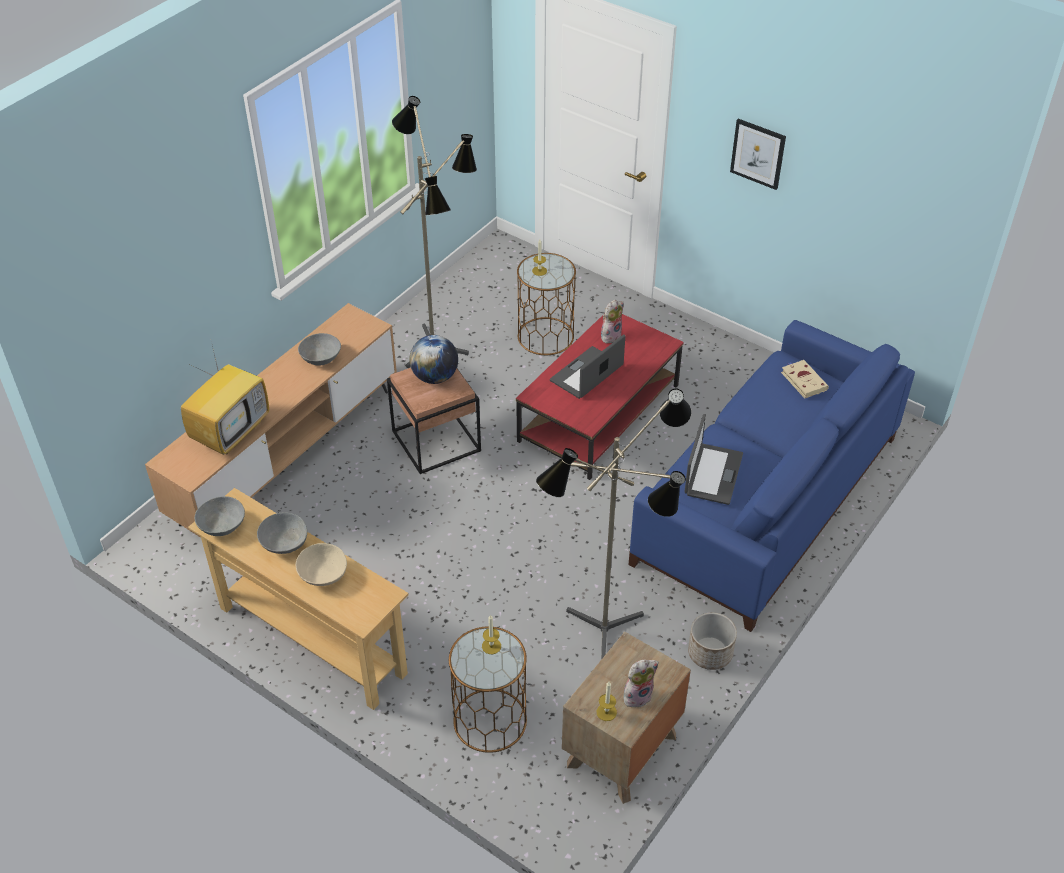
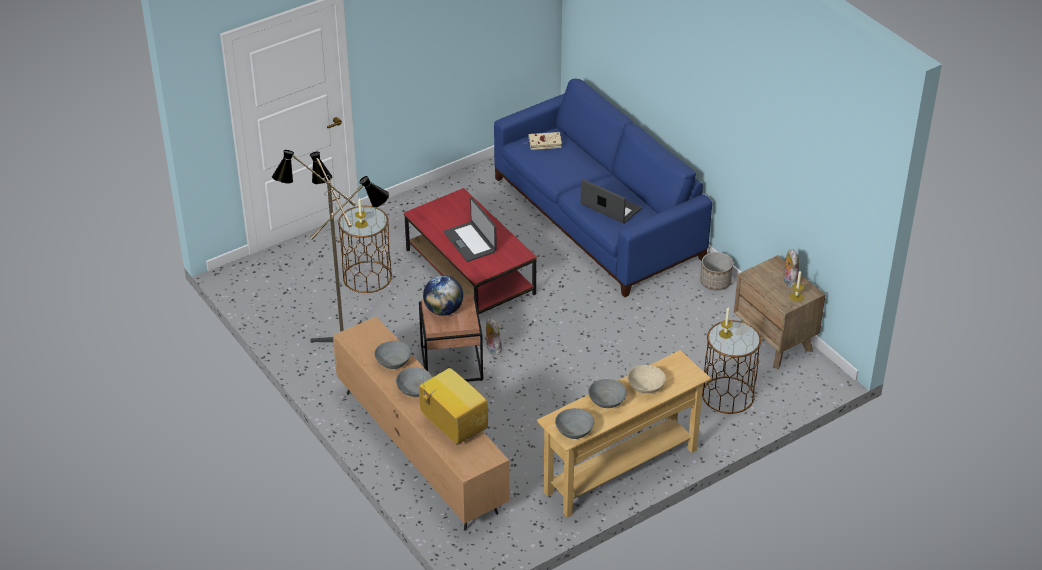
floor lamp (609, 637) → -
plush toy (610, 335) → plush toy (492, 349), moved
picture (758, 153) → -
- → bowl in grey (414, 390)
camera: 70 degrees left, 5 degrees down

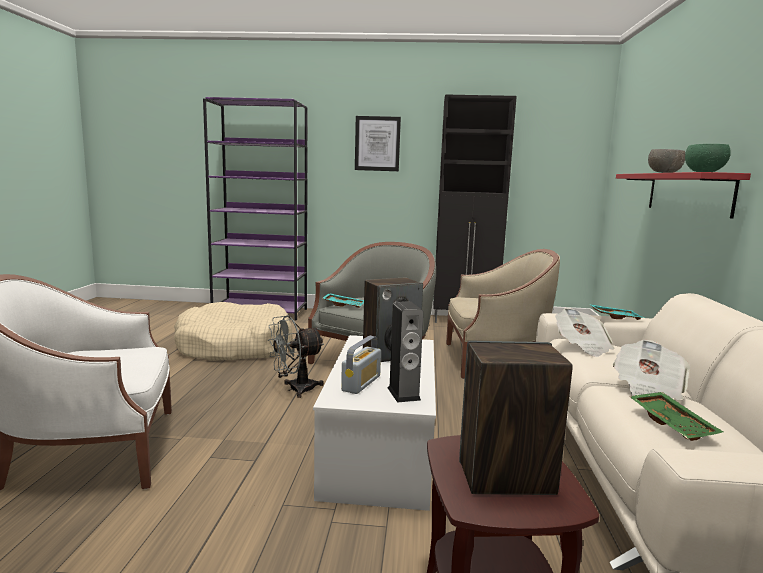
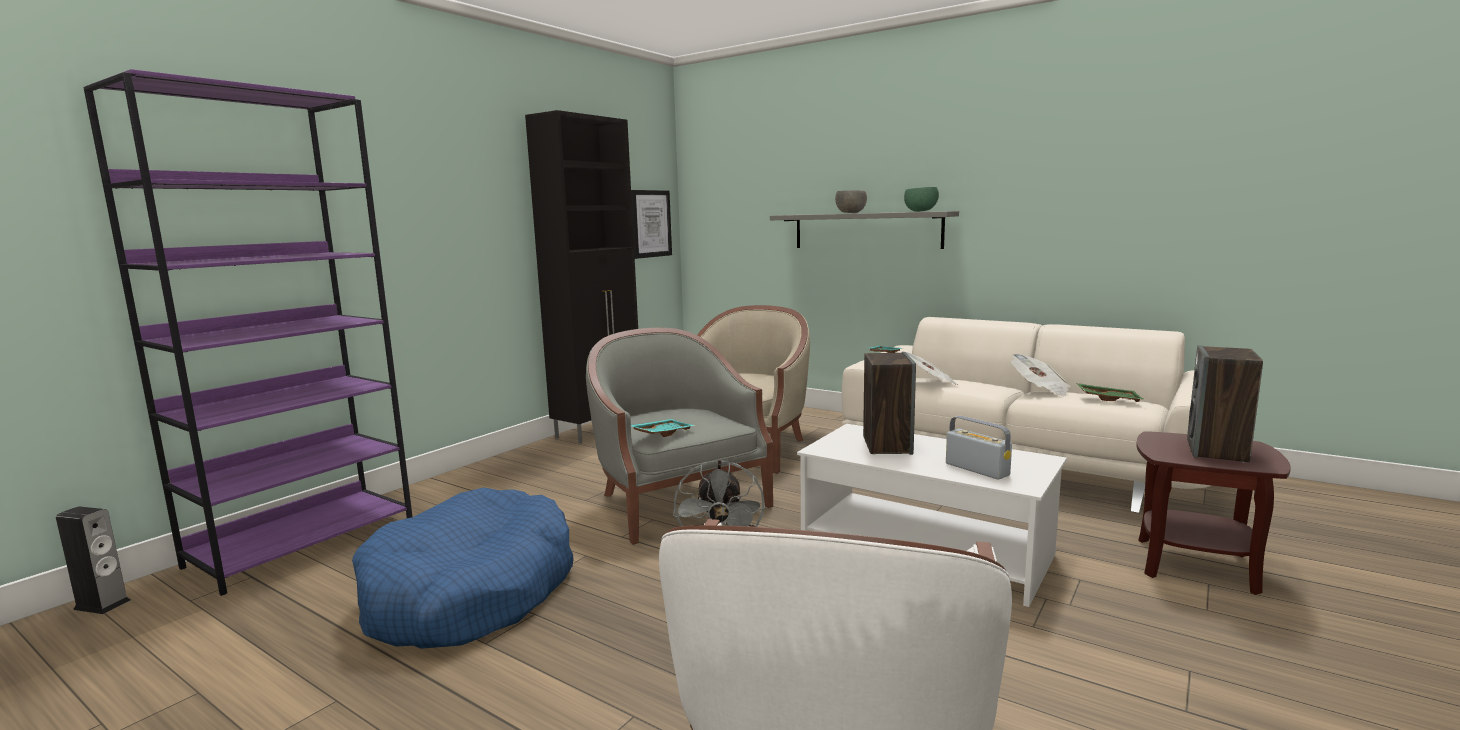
dog bed in beige (235, 346) → dog bed in blue (470, 592)
picture (377, 143) → picture (651, 223), moved
speaker (403, 394) → speaker (102, 604), moved
shelf in red (687, 193) → shelf in grey (866, 230)
camera: 60 degrees left, 0 degrees up

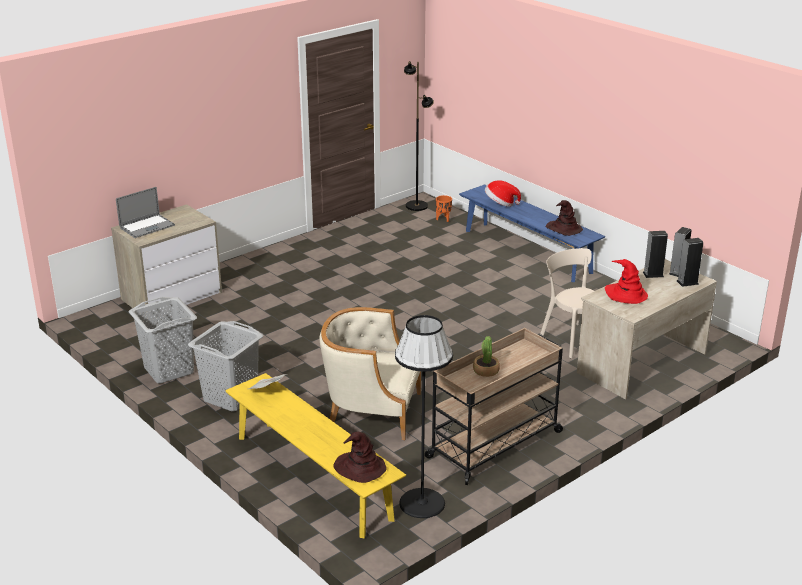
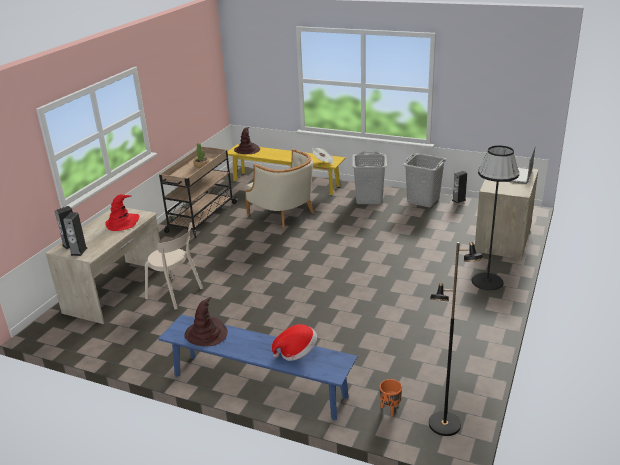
armchair in beige (372, 411) → armchair in beige (283, 213), 60 degrees clockwise
floor lamp in black (422, 503) → floor lamp in black (487, 281), moved
speaker (653, 274) → speaker (459, 200), moved
camera: 155 degrees right, 0 degrees up

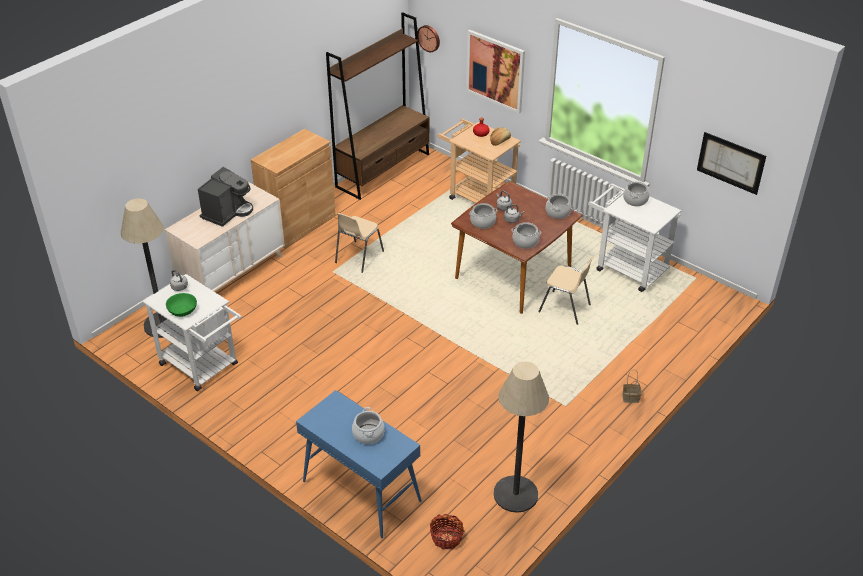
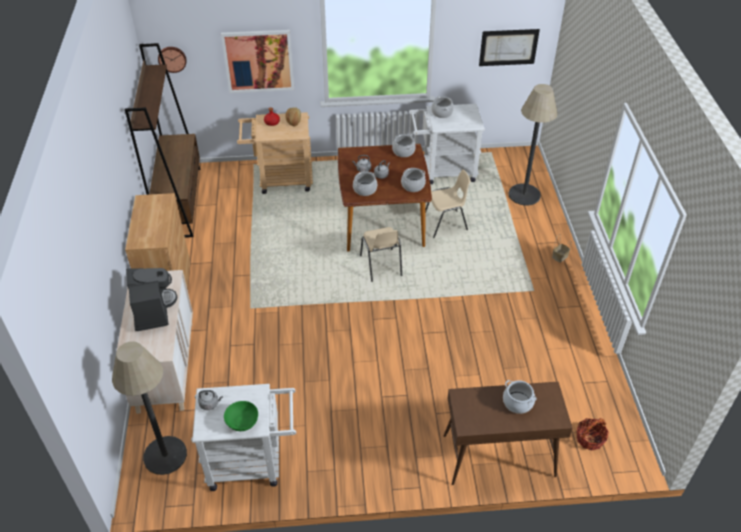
console table in blue (360, 491) → console table in brown (498, 456)
chair in beige (358, 257) → chair in beige (381, 266), moved
floor lamp (515, 494) → floor lamp (524, 195), moved
camera: 45 degrees left, 5 degrees up

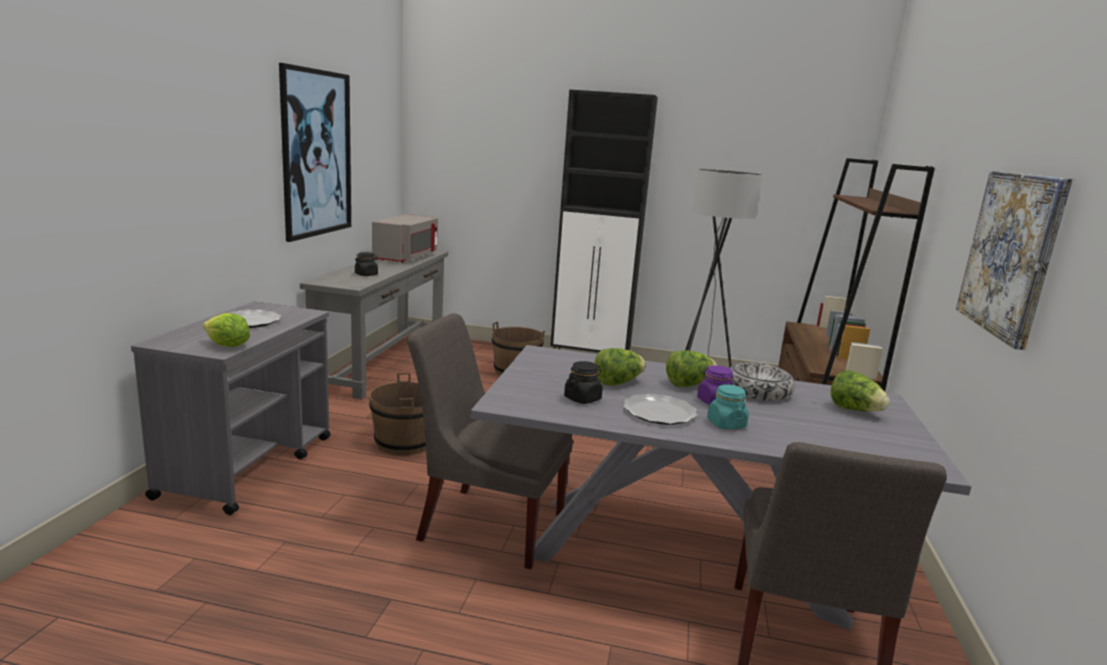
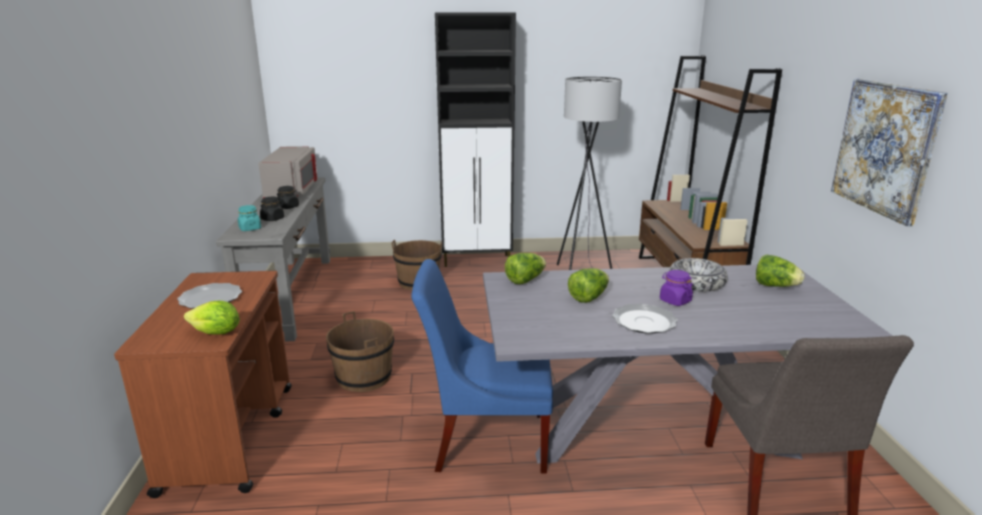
cart in grey (249, 465) → cart in brown (230, 436)
picture (317, 154) → -
chair in grey (486, 524) → chair in blue (485, 440)
jar in black (582, 398) → jar in black (288, 207), moved
lettuce (689, 385) → lettuce (525, 280), moved
jar in turquoise (726, 424) → jar in turquoise (250, 228), moved
camera: 15 degrees left, 5 degrees up

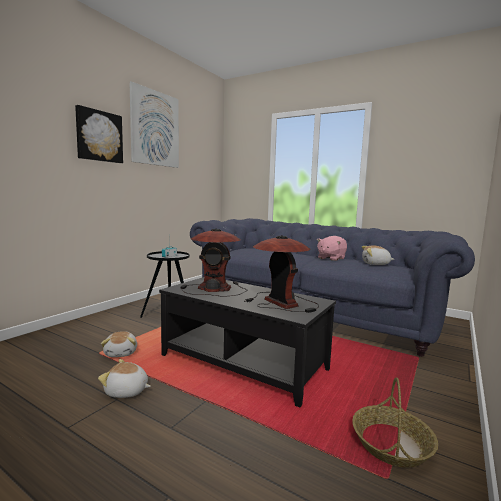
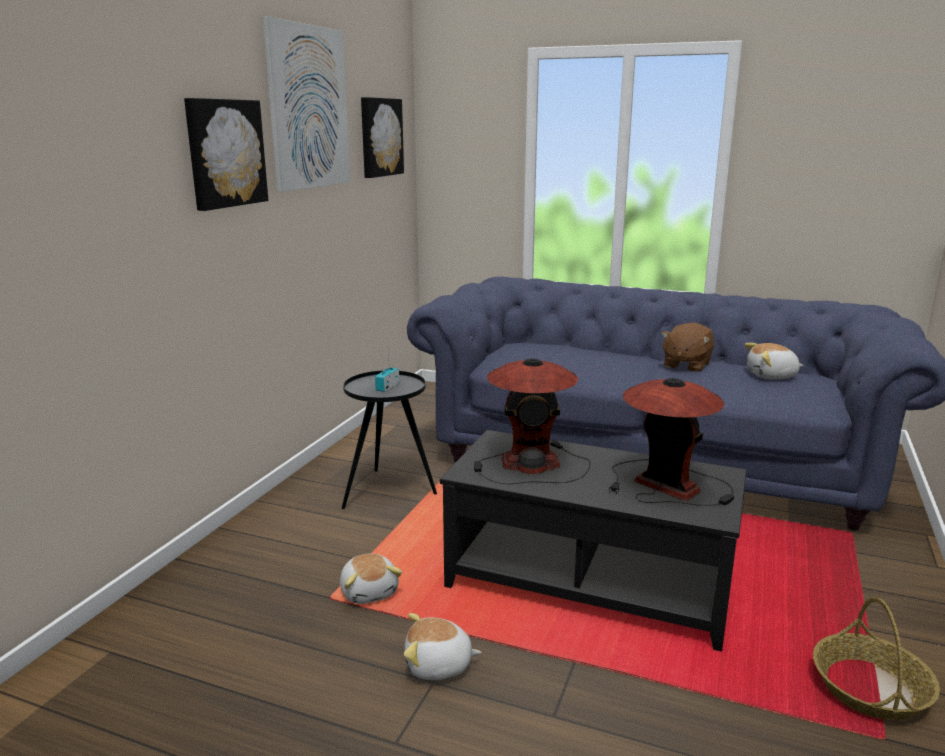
plush toy in pink (331, 258) → plush toy in brown (686, 365)
- → picture (380, 137)
camera: 10 degrees left, 10 degrees up

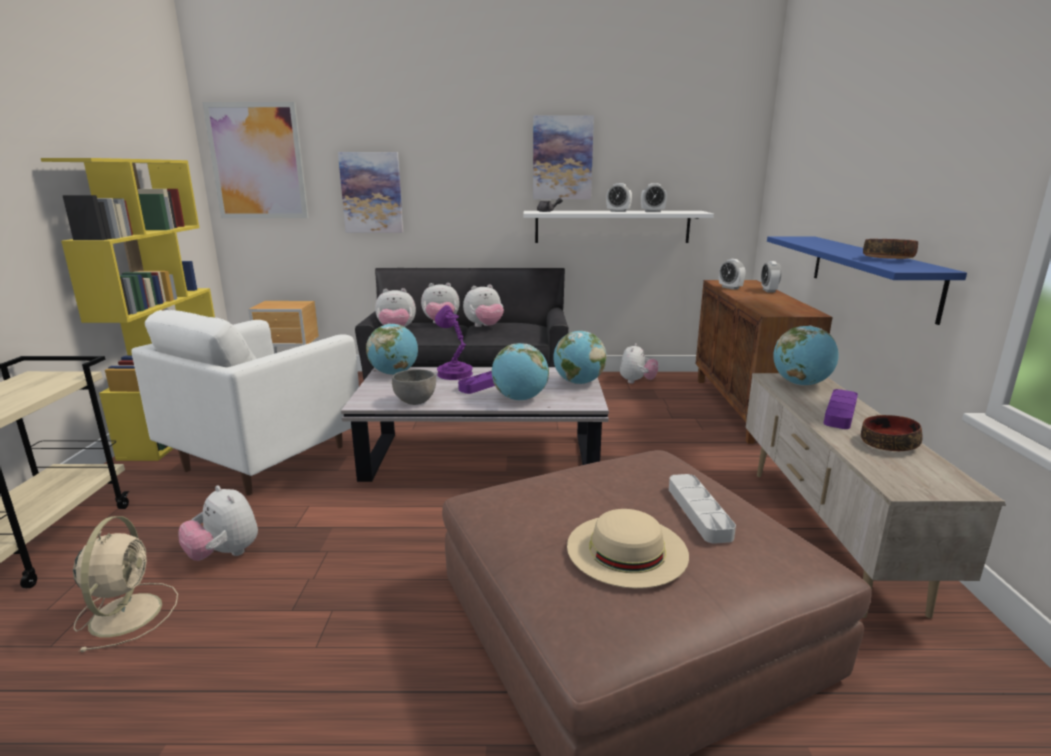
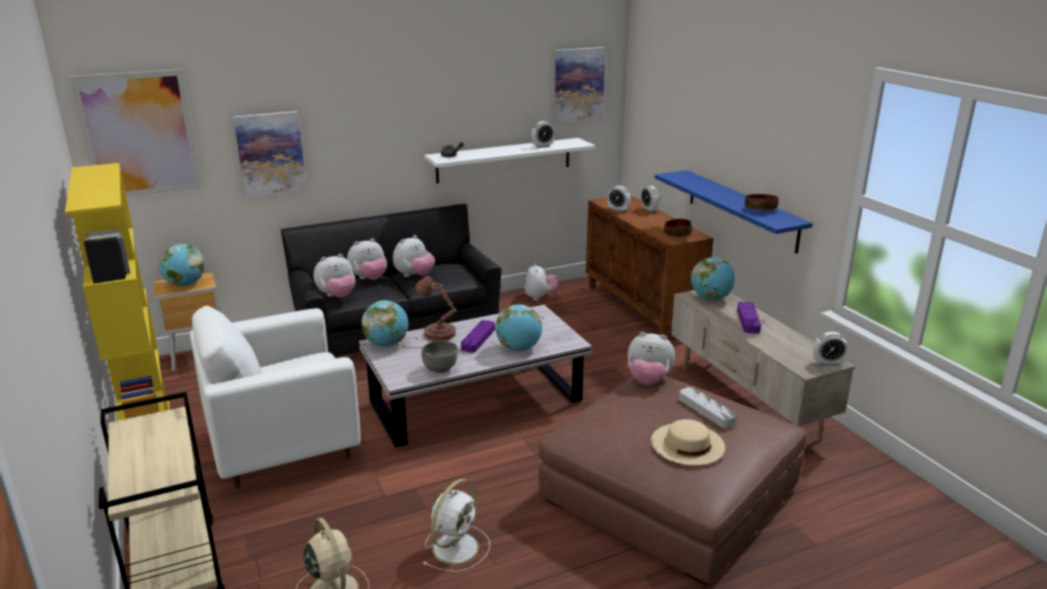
armchair in white (266, 458) → armchair in white (284, 448), 60 degrees clockwise
plush toy (225, 554) → plush toy (648, 381), moved
table lamp in purple (453, 373) → table lamp in brown (437, 333)
picture (562, 158) → picture (578, 84), moved
globe (578, 382) → globe (185, 284), moved
alarm clock (618, 211) → alarm clock (827, 363), moved
bowl (888, 444) → bowl (677, 234), moved
- → fan in white (457, 546)
camera: 25 degrees left, 5 degrees up

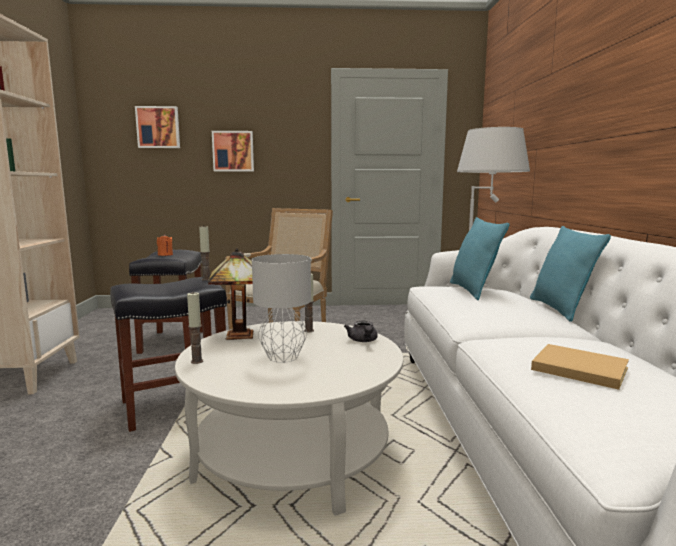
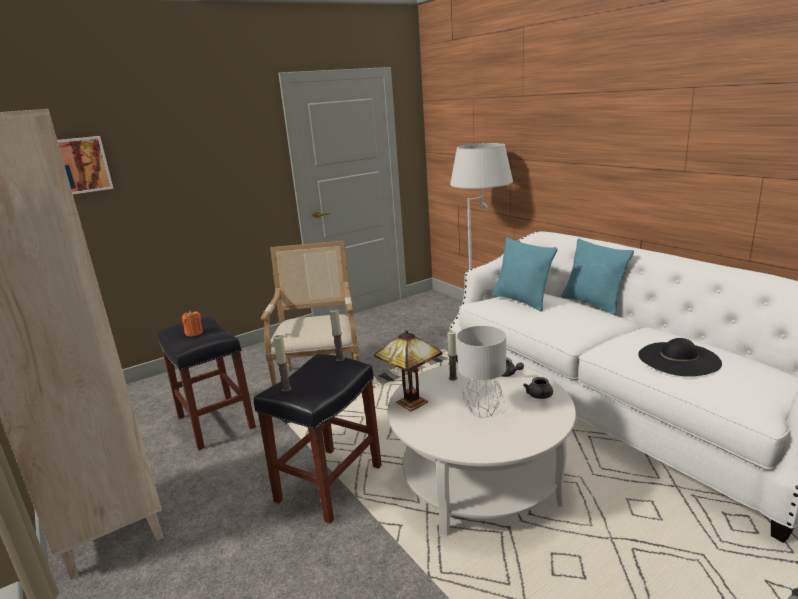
candle (197, 361) → candle (286, 389), moved
picture (233, 151) → -
book in beige (576, 368) → hat in black (678, 359)
- → teapot in grey (540, 396)
camera: 30 degrees left, 10 degrees up

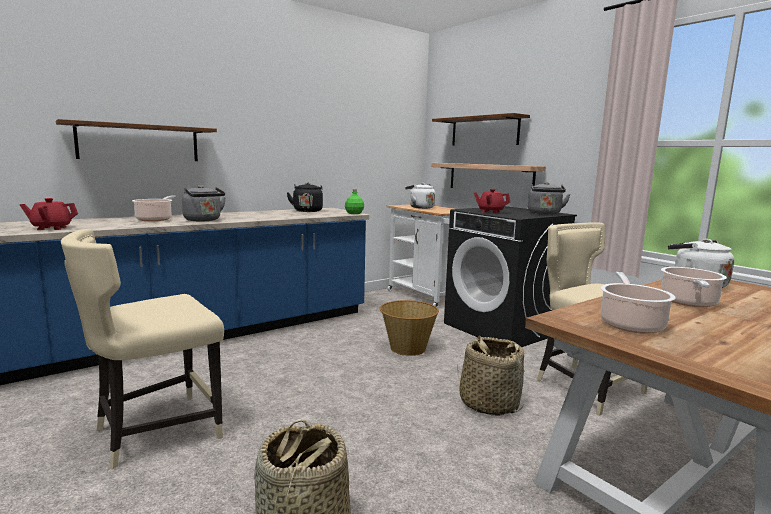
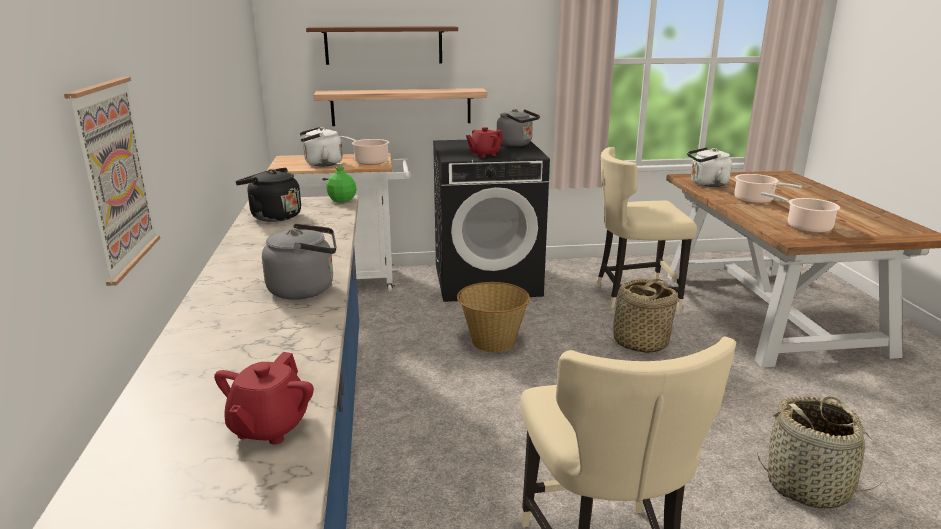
shelf in brown (139, 142) → picture (114, 176)
cooking pot (155, 219) → cooking pot (369, 162), moved
camera: 60 degrees left, 10 degrees up

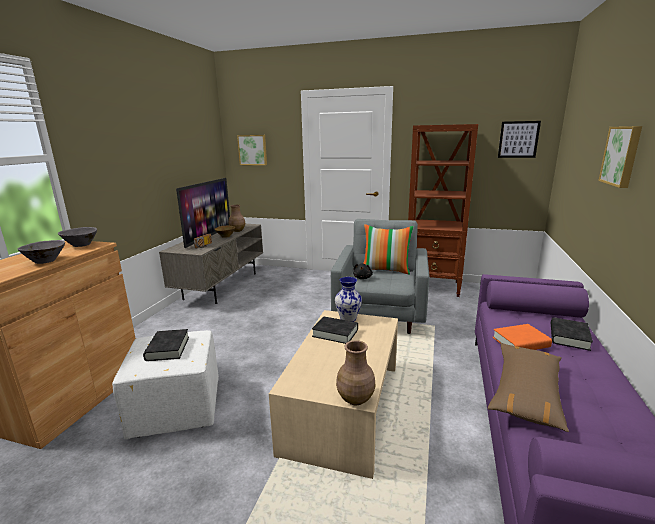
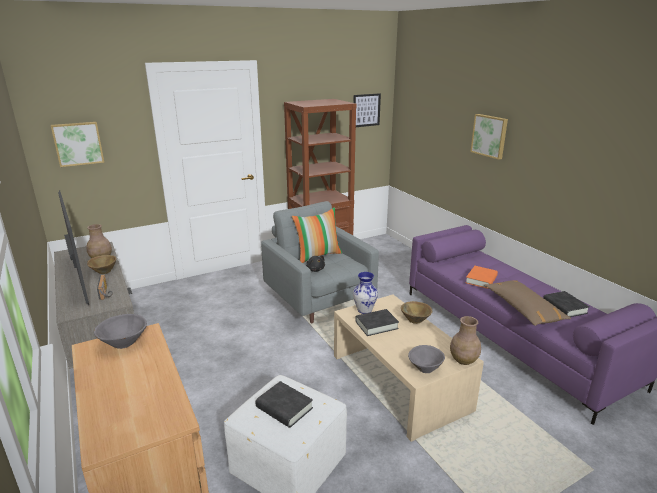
bowl in grey (46, 261) → bowl in grey (425, 368), moved
book in black (569, 337) → book in black (564, 307), moved
- → bowl in brown (415, 320)
camera: 45 degrees left, 5 degrees up

